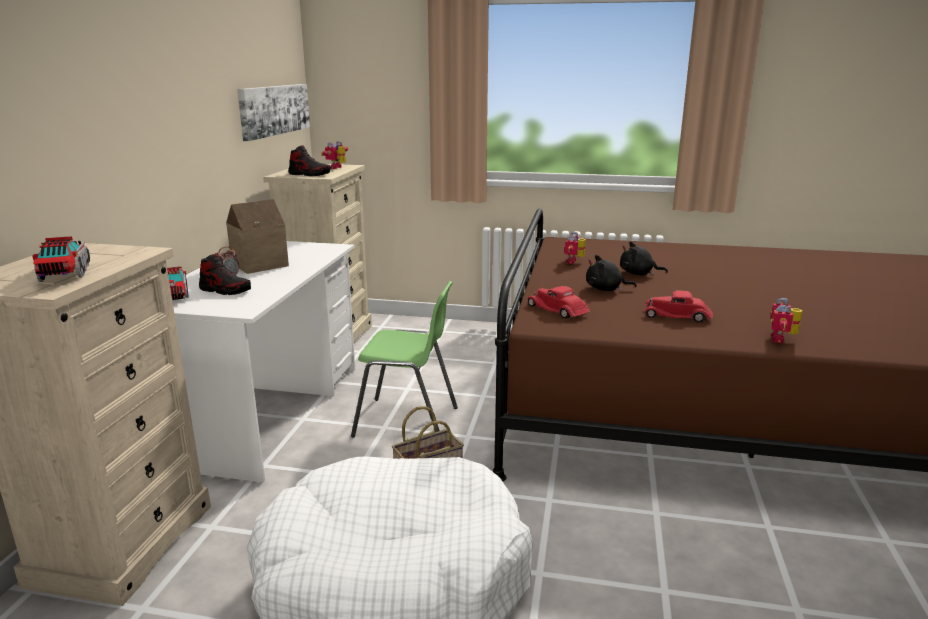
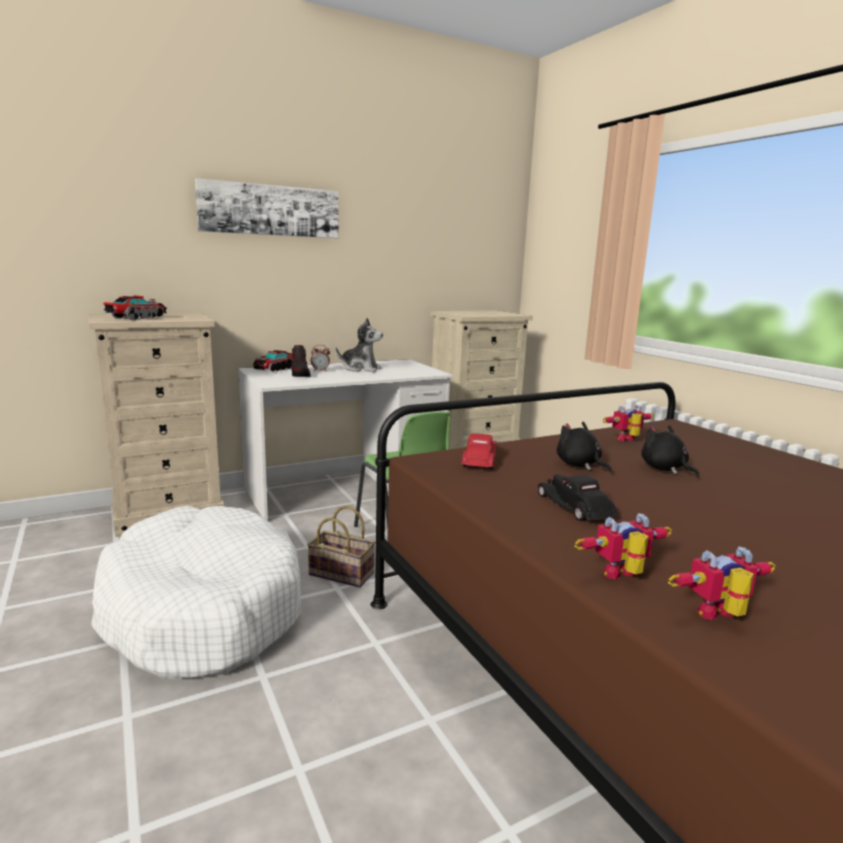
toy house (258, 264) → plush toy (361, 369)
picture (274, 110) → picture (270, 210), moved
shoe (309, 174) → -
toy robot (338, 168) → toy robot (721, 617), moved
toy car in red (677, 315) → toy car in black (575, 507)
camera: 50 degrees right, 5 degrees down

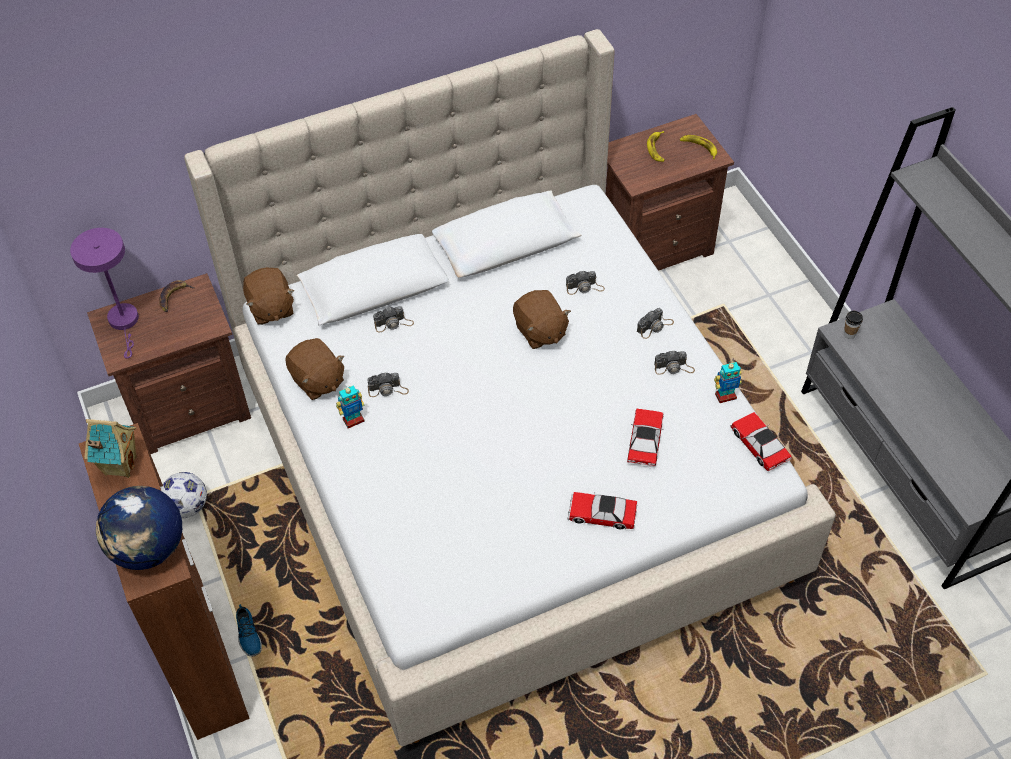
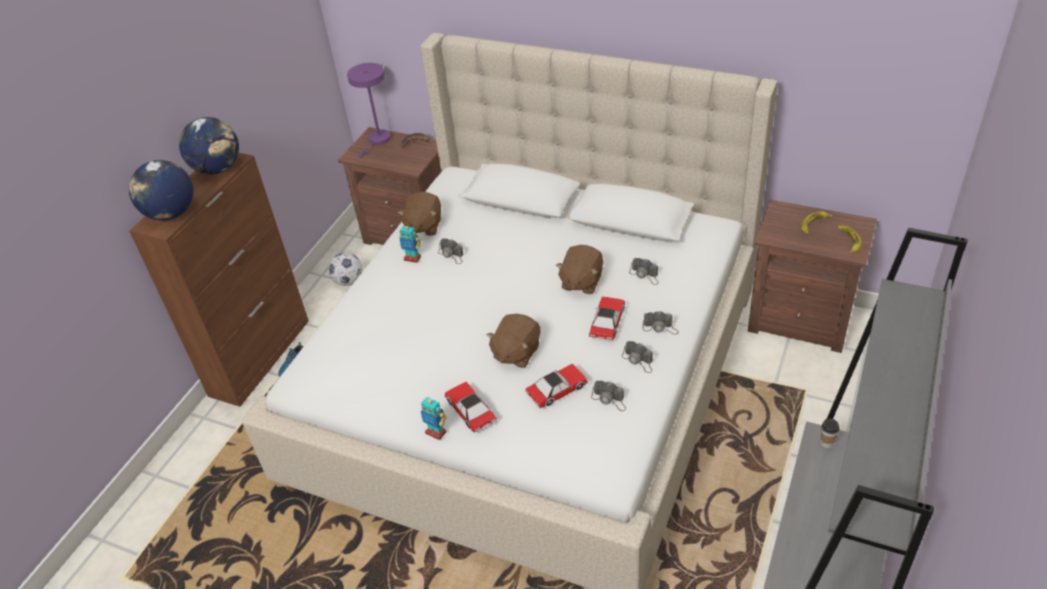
toy house (119, 465) → globe (218, 169)
plush toy in brown (270, 308) → plush toy in brown (516, 352), moved
photo camera (393, 323) → photo camera (609, 399), moved
toy robot (725, 396) → toy robot (436, 432), moved
toy car (759, 445) → toy car (607, 322), moved
camera: 50 degrees right, 10 degrees down

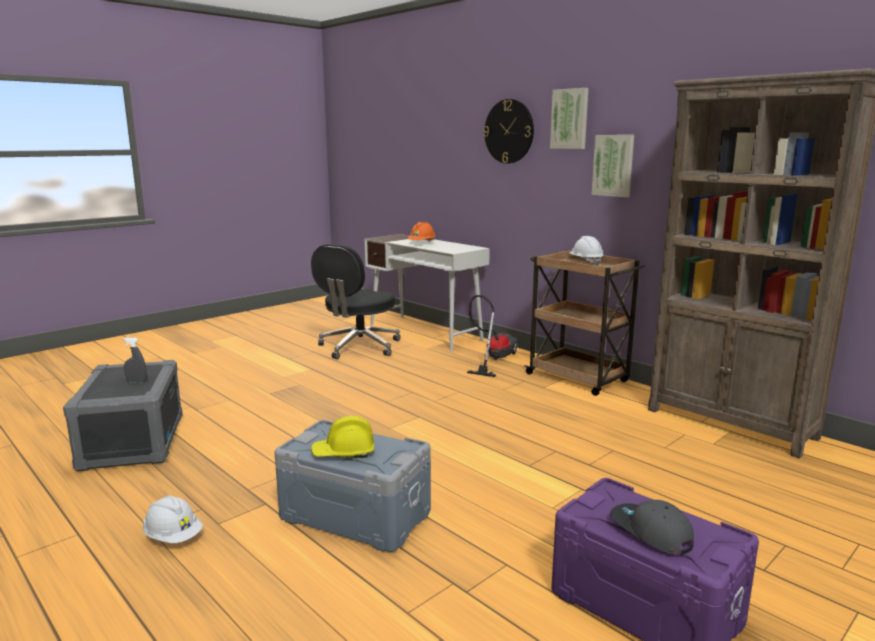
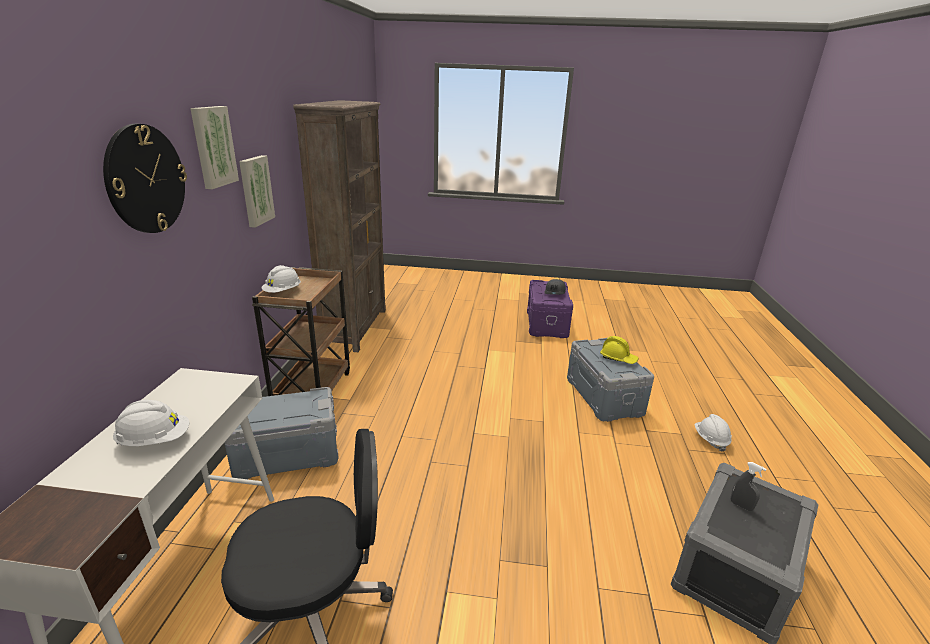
hard hat in orange (422, 243) → hard hat in white (155, 440)
vacuum cleaner (493, 359) → storage box in grey (287, 453)
camera: 130 degrees left, 10 degrees up

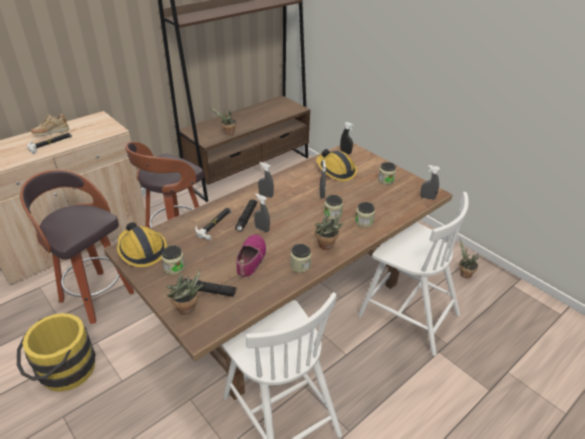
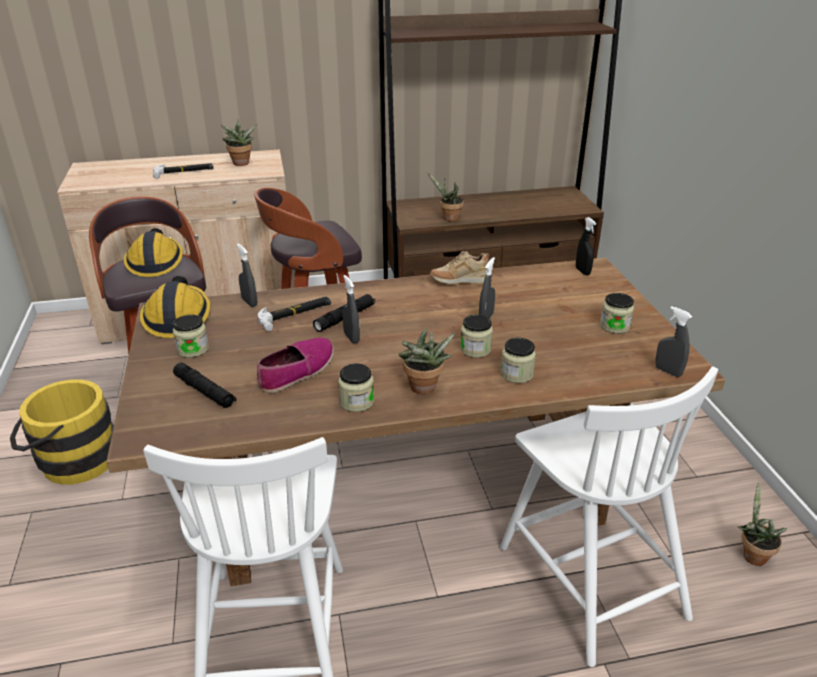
shoe in beige (51, 133) → shoe in beige (459, 282), moved
potted plant (188, 310) → potted plant (241, 164), moved
spray bottle in grey (266, 195) → spray bottle in grey (249, 302), moved
hard hat (335, 170) → hard hat (155, 262), moved
camera: 30 degrees right, 5 degrees down

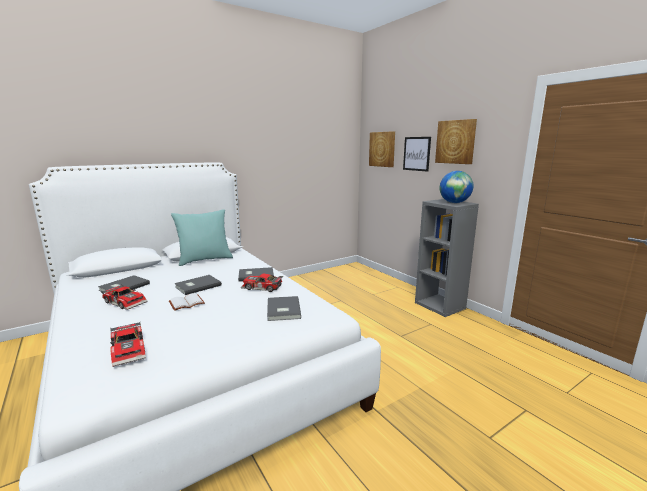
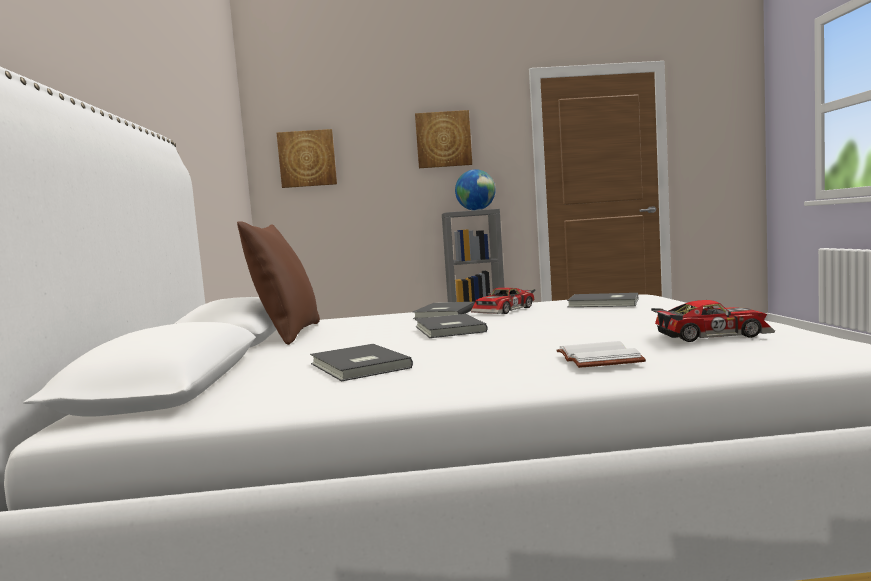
toy car (126, 302) → -
book in white (186, 303) → book in white (601, 358), moved
pillow in turquoise (205, 260) → pillow in brown (287, 334)
picture (416, 153) → -
camera: 60 degrees left, 10 degrees down

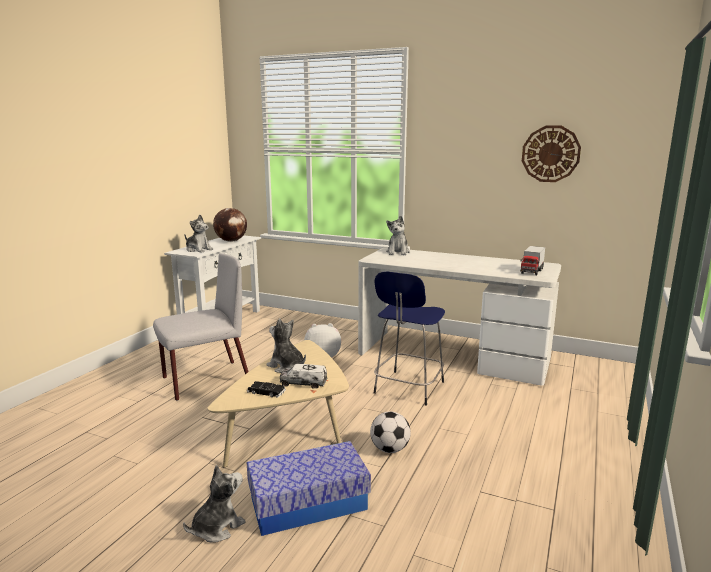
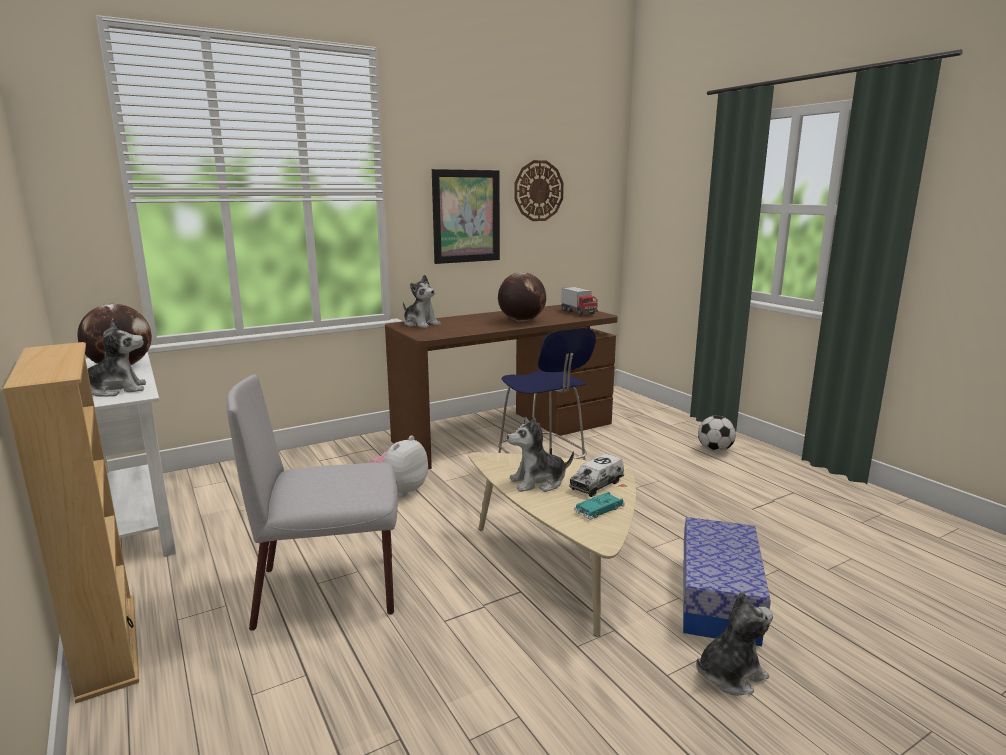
chair in grey (205, 380) → chair in grey (330, 590), 105 degrees counterclockwise
plush toy (217, 527) → plush toy (730, 675), 75 degrees clockwise
toy car in black (266, 392) → toy car in turquoise (599, 509)
desk in white (453, 356) → desk in brown (504, 432)
football (390, 449) → football (715, 450), moved
- → bookcase in beige (107, 645)
- → picture (466, 216)
- → globe (521, 321)
camera: 55 degrees left, 0 degrees up

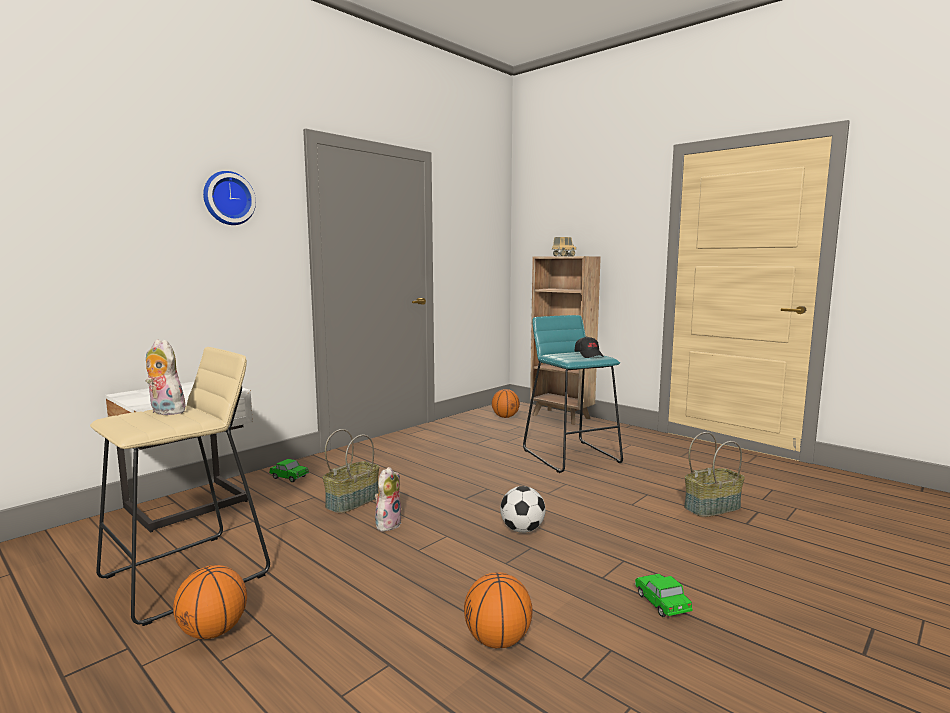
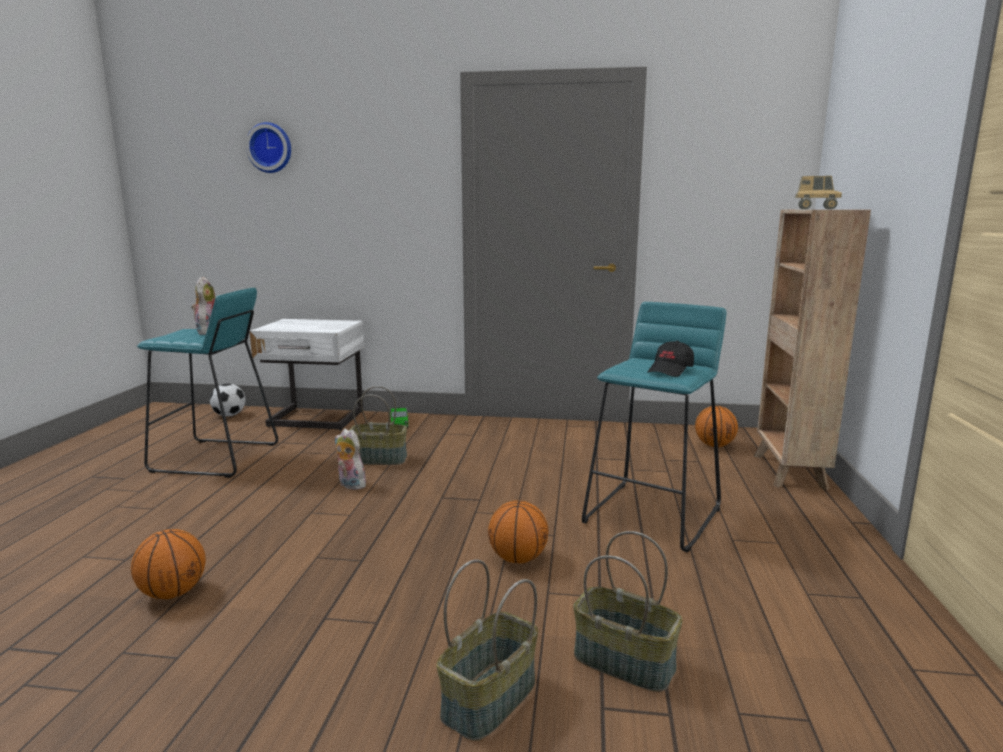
stool in beige (187, 576) → stool in turquoise (215, 458)
basketball (214, 631) → basketball (518, 559), moved
wall clock (228, 198) → wall clock (270, 148), moved
plush toy (387, 524) → plush toy (350, 485), 135 degrees counterclockwise
football (522, 530) → football (229, 415), moved
toy car (661, 603) → -
- → basket (490, 700)
camera: 55 degrees right, 5 degrees up

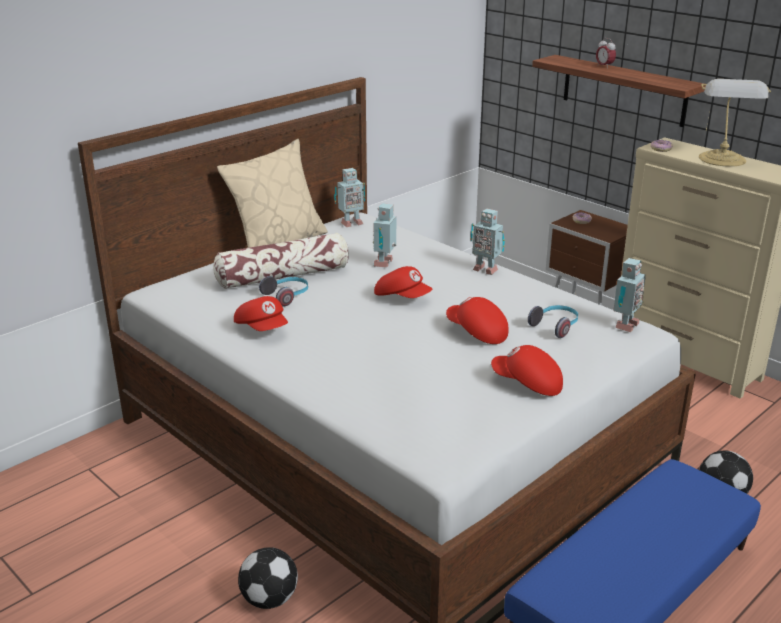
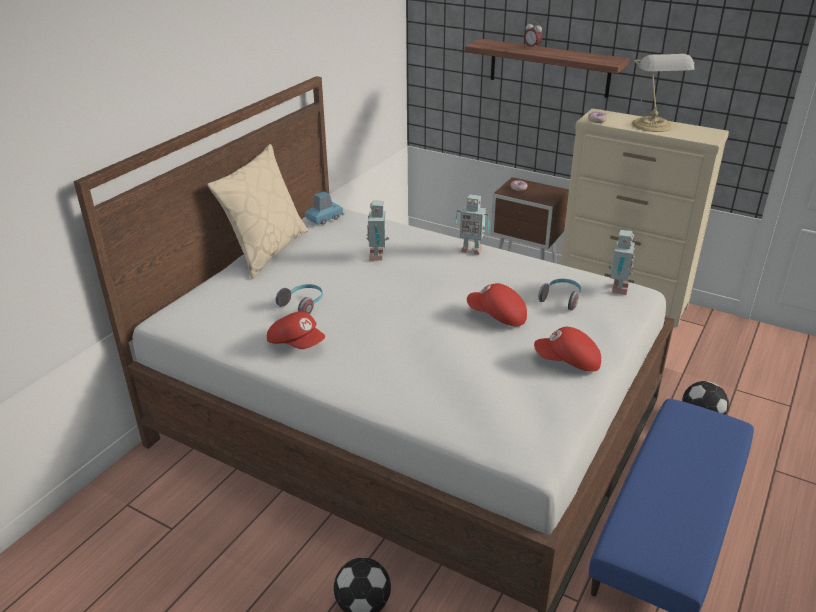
pillow (283, 276) → -
toy robot (350, 223) → toy car in blue (325, 218)
cap in red (402, 297) → -
camera: 15 degrees left, 5 degrees up

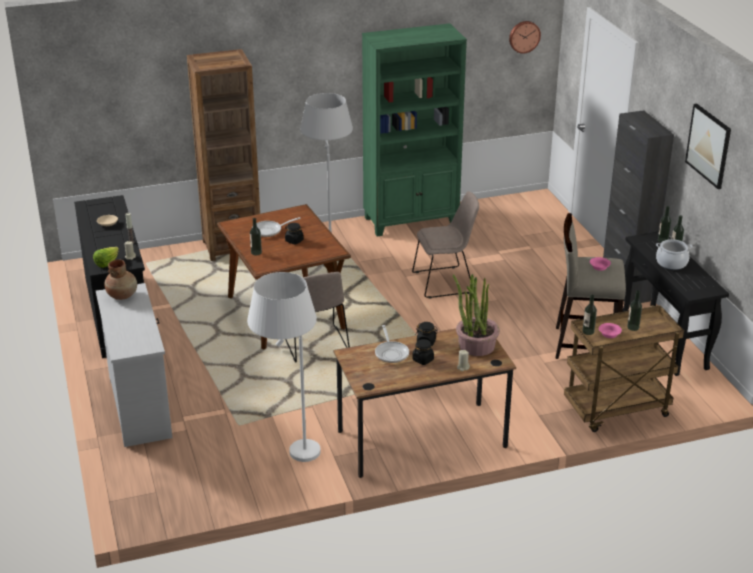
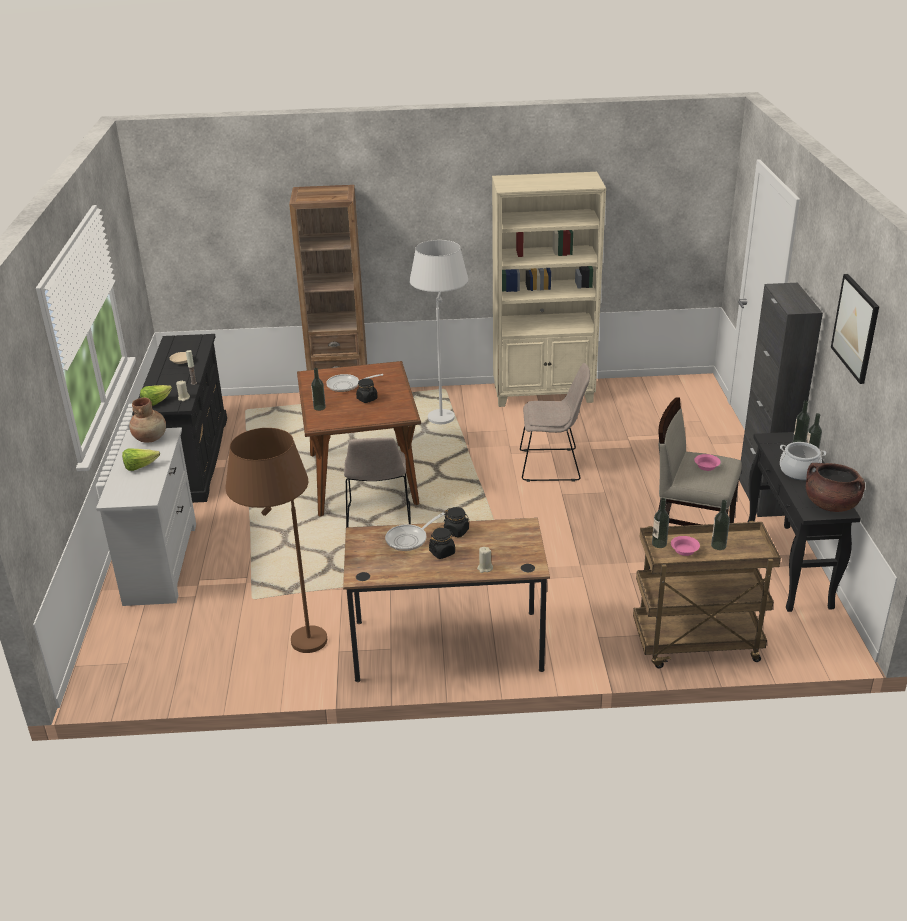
floor lamp in white (288, 457) → floor lamp in brown (288, 644)
bookcase in green (411, 221) → bookcase in beige (544, 394)
frying pan (391, 353) → frying pan (409, 539), 45 degrees clockwise
potted plant (476, 345) → -
wall clock (524, 36) → -
- → lettuce (140, 467)
- → cooking pot in brown (830, 505)
camera: 15 degrees right, 0 degrees up

